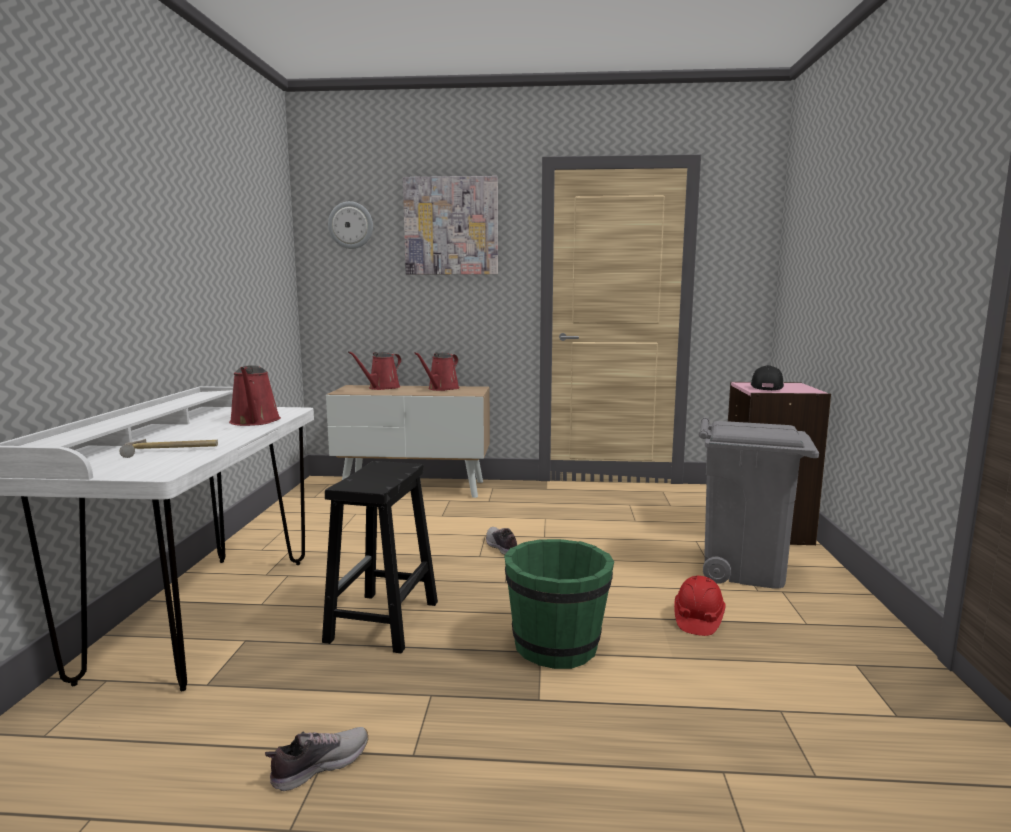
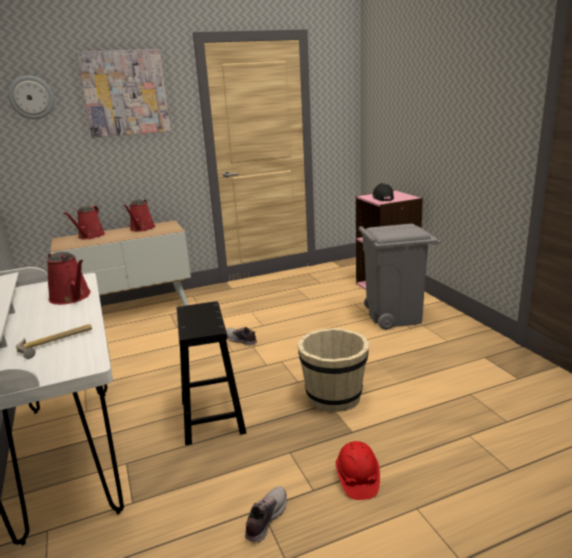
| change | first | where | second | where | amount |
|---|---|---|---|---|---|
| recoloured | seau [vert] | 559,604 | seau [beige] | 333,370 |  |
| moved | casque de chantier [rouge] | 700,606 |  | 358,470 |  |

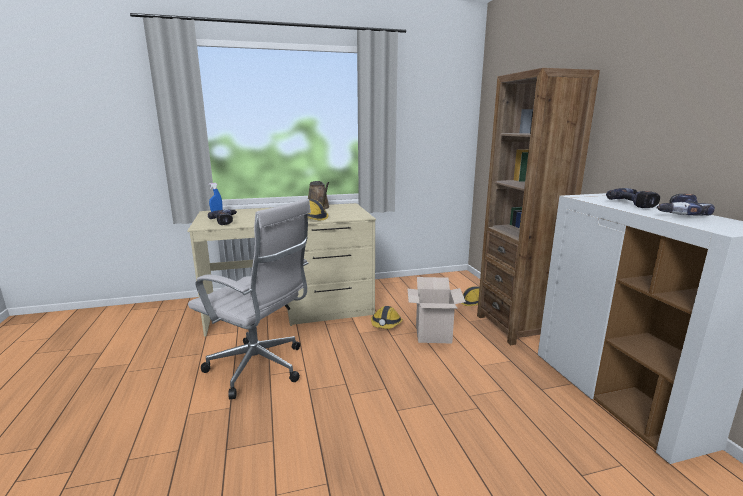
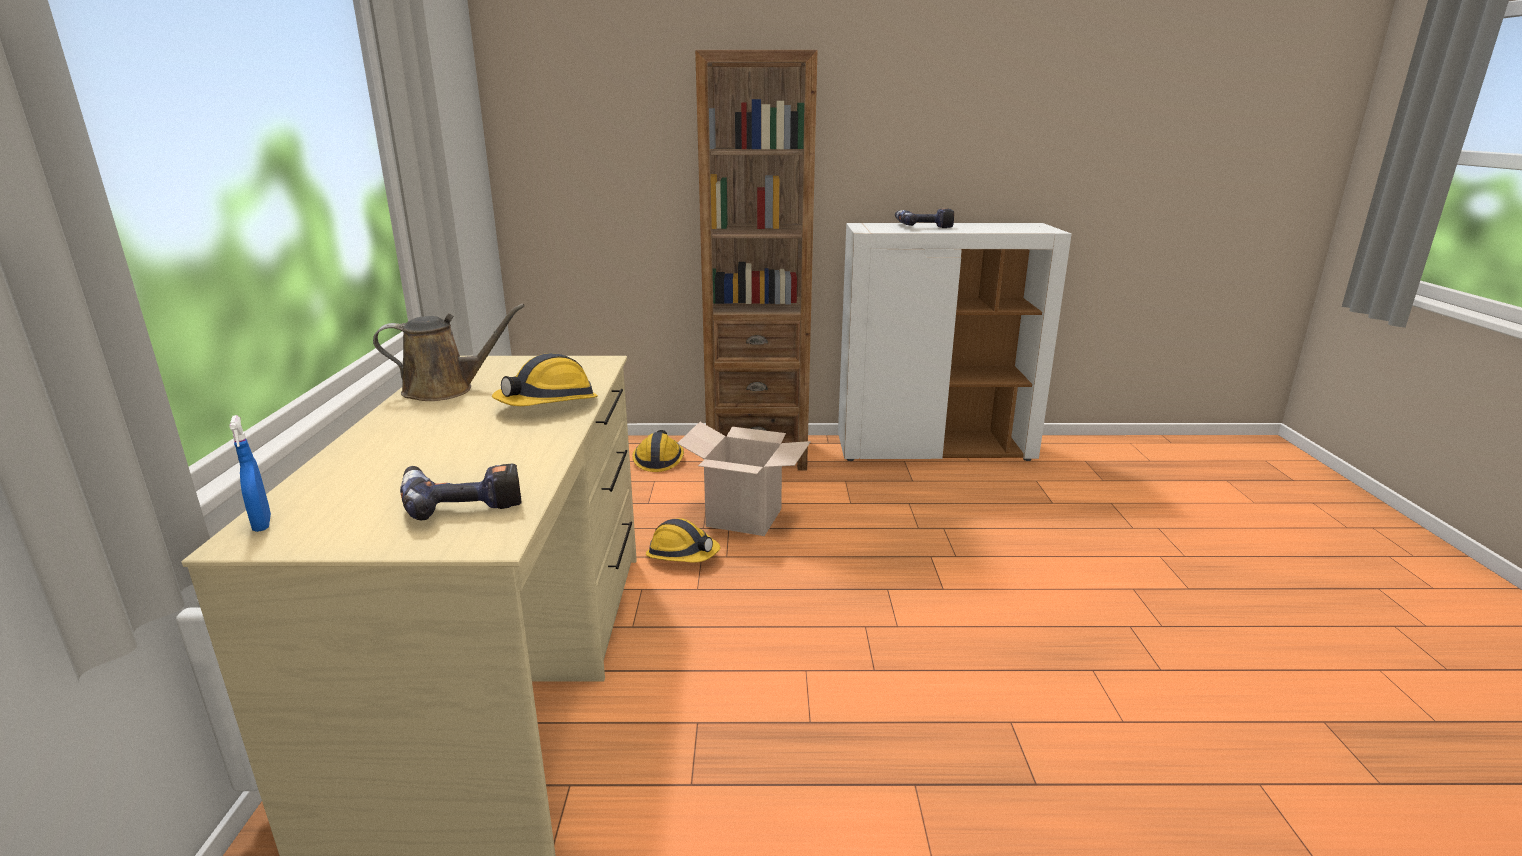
| change | first | where | second | where | amount |
|---|---|---|---|---|---|
| removed | chaise de bureau [blanc] | 249,298 |  |  |  |
| removed | perceuse | 686,205 |  |  |  |

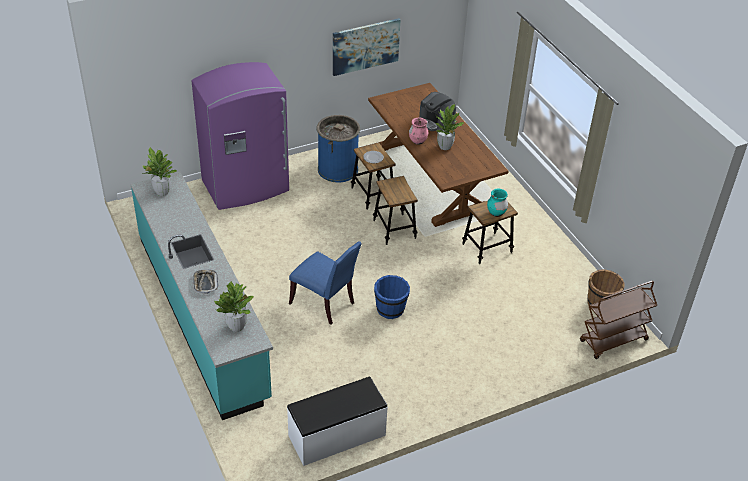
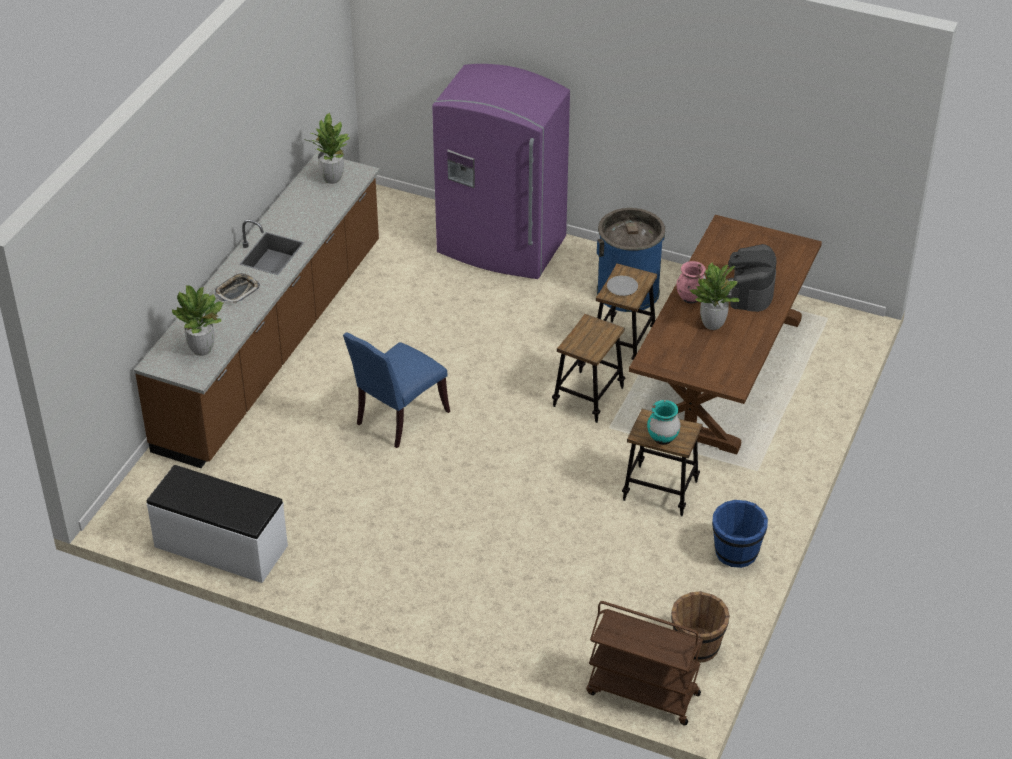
| change | first | where | second | where | amount |
|---|---|---|---|---|---|
| recoloured | comptoir de cuisine [turquoise] | 202,296 | comptoir de cuisine [marron] | 257,310 |  |
| turned | chaise [bleu] | 325,282 |  | 396,390 | 45 degrees clockwise |
| removed | tableau | 366,47 |  |  |  |
| moved | seau [bleu] | 392,297 |  | 740,534 |  |

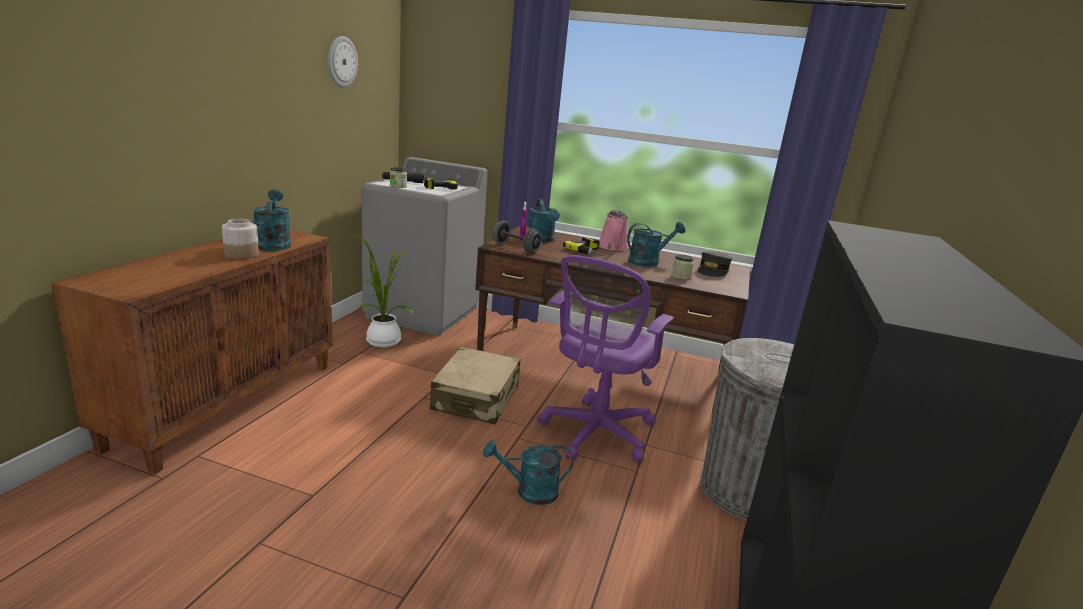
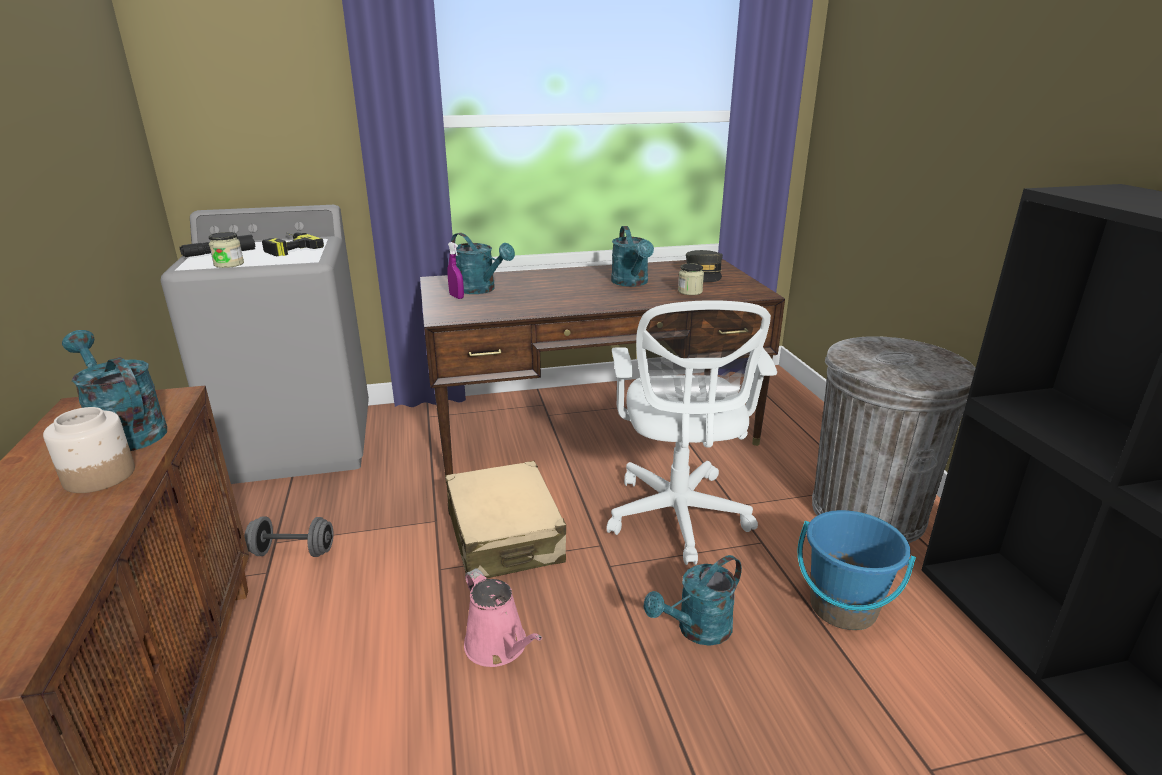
| change | first | where | second | where | amount |
|---|---|---|---|---|---|
| removed | horloge murale | 343,61 |  |  |  |
| removed | plante en pot | 382,290 |  |  |  |
| moved | haltère [gris] | 517,237 |  | 288,536 |  |
| recoloured | chaise de bureau [violet] | 605,358 | chaise de bureau [blanc] | 691,432 |  |
| removed | perceuse | 583,246 |  |  |  |
| moved | arrosoir [rose] | 614,230 |  | 503,617 |  |
| turned | arrosoir [turquoise] | 656,244 |  | 632,256 | 135 degrees clockwise |
| added |  |  | seau [bleu] | 857,570 |  |

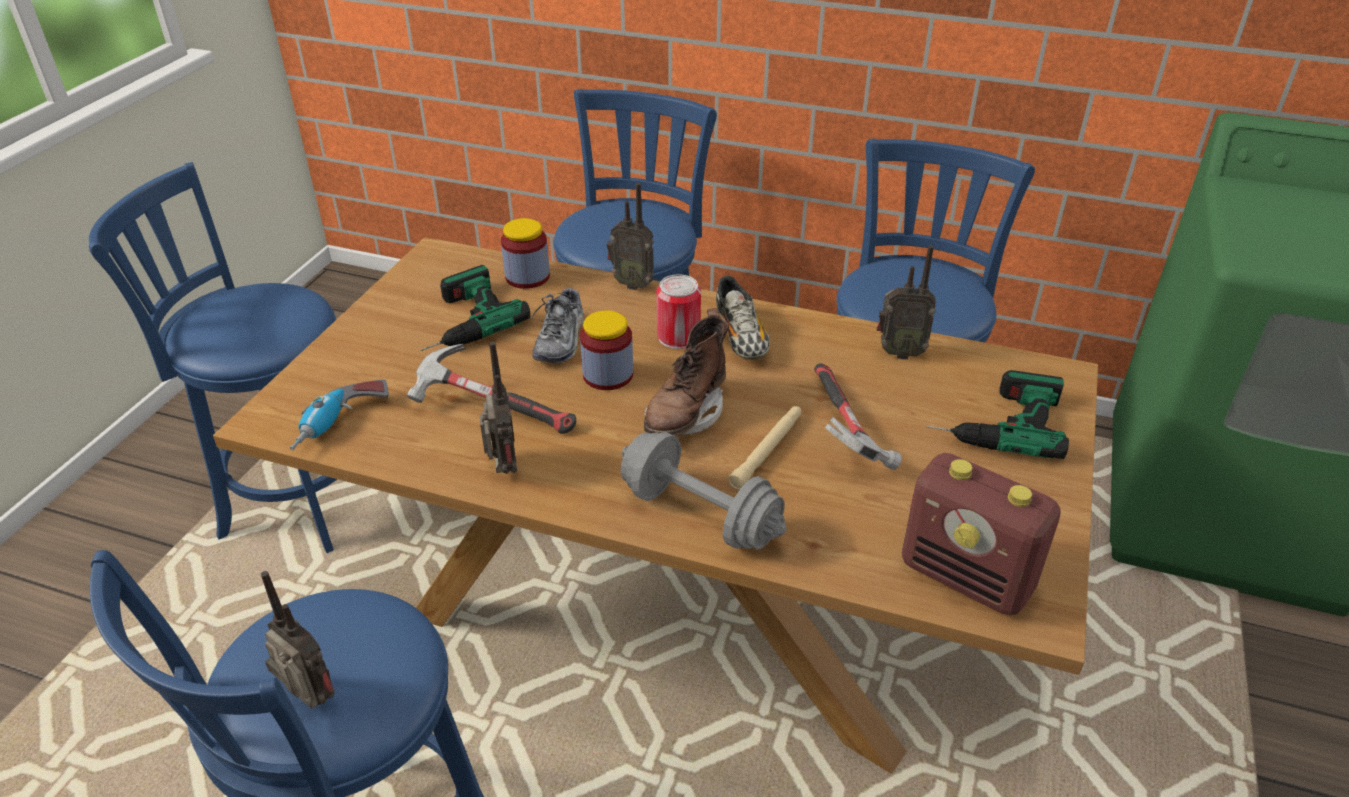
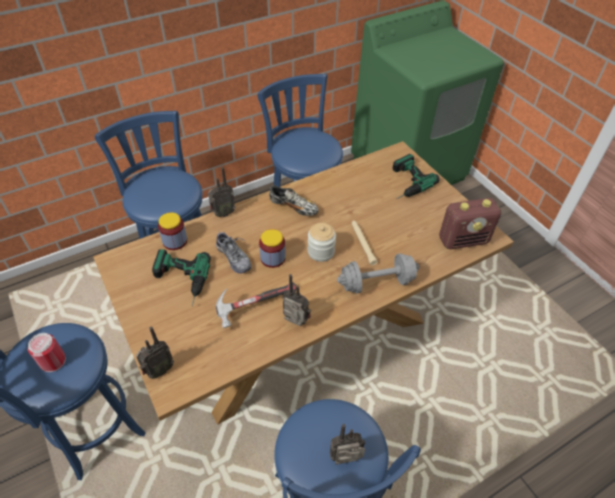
| change | first | where | second | where | amount |
|---|---|---|---|---|---|
| removed | perceuse | 339,414 |  |  |  |
| replaced | botte [marron] | 686,372 | bocal | 322,242 |  |
| moved | boîte métallique | 678,311 |  | 47,352 |  |
| removed | marteau | 858,417 |  |  |  |
| moved | radio | 906,302 |  | 155,353 |  |

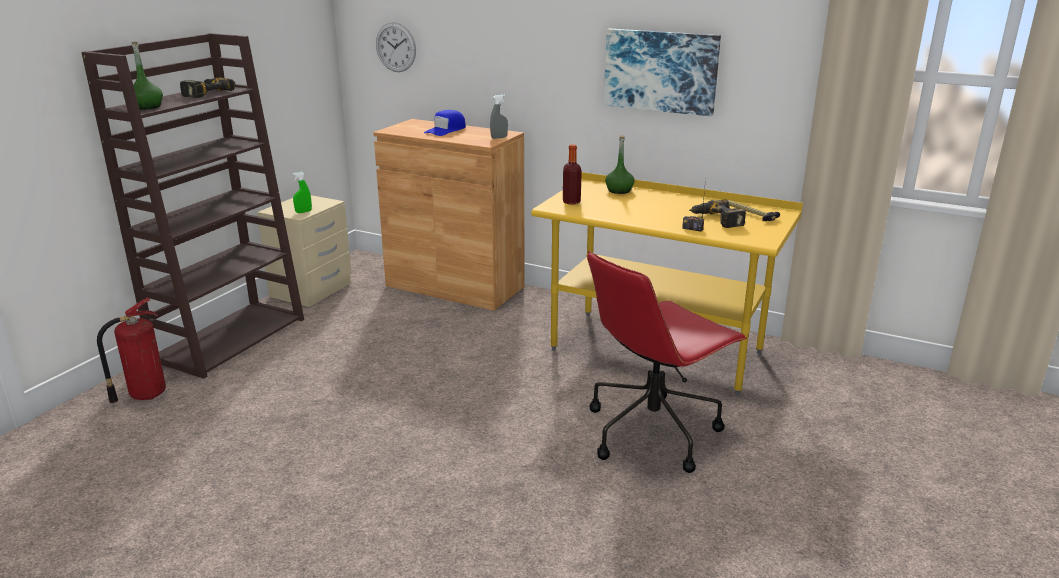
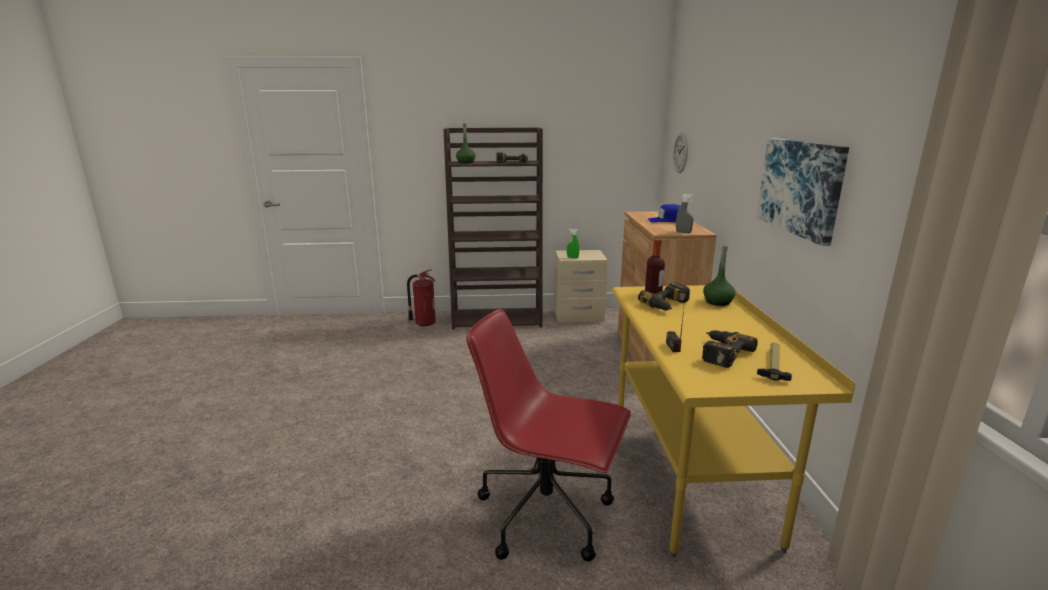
| change | first | where | second | where | amount |
|---|---|---|---|---|---|
| added |  |  | perceuse | 664,296 |  |

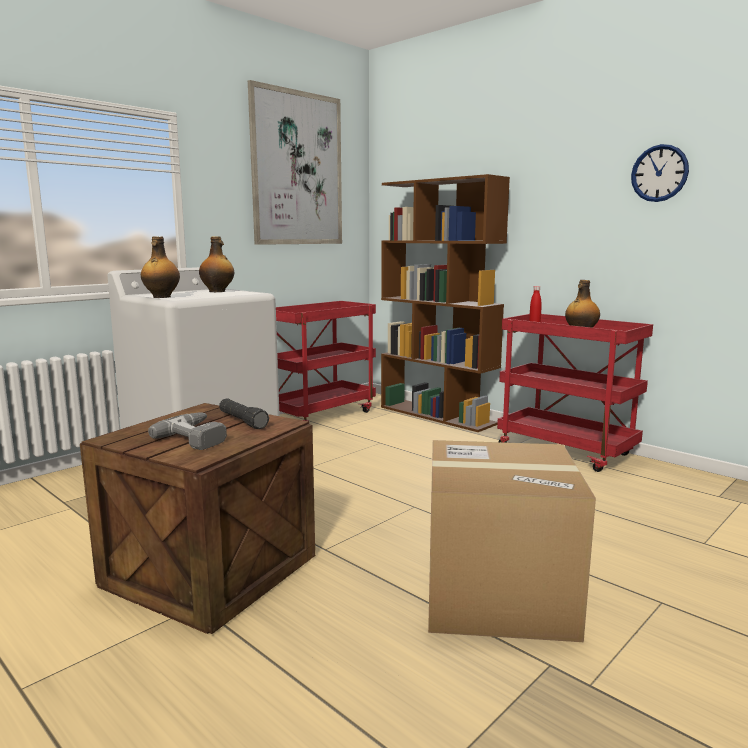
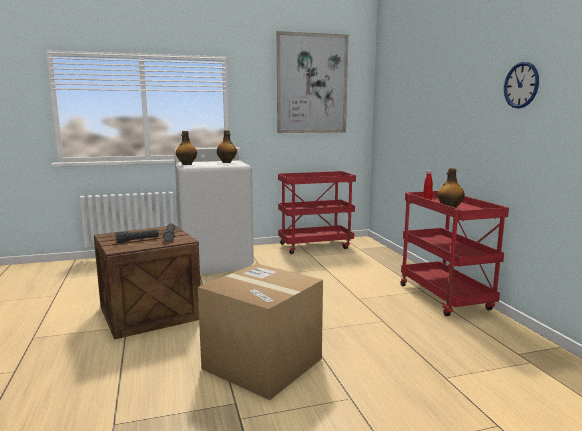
| change | first | where | second | where | amount |
|---|---|---|---|---|---|
| replaced | perceuse | 187,431 | lampe de poche [noir] | 137,236 |  |
| removed | bibliothèque [marron] | 445,303 |  |  |  |

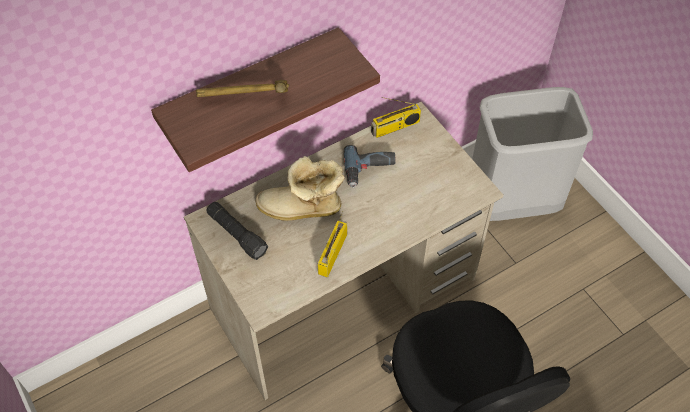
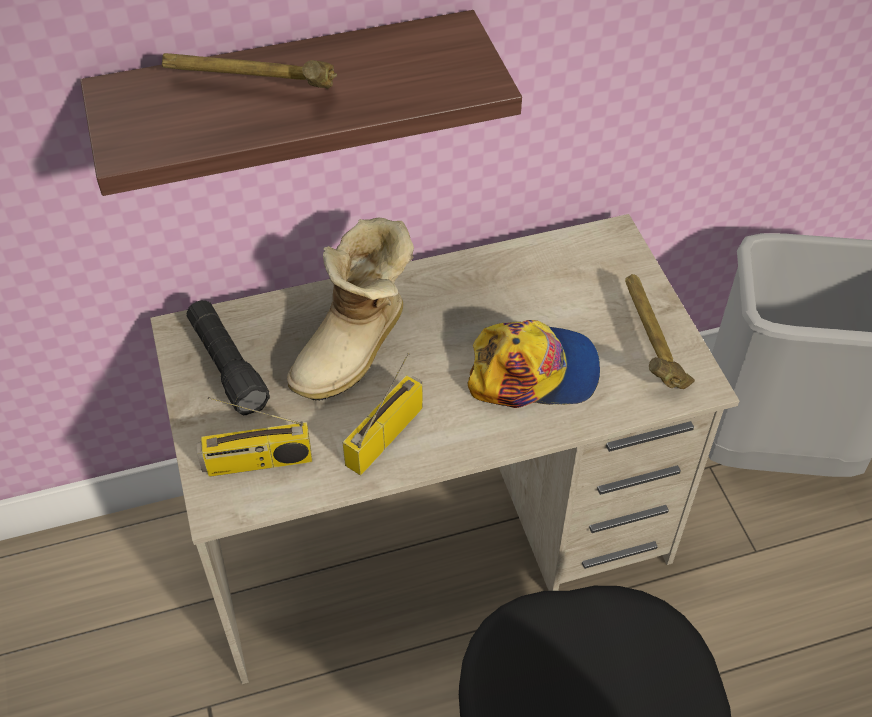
| change | first | where | second | where | amount |
|---|---|---|---|---|---|
| turned | botte | 300,188 |  | 350,309 | 75 degrees counterclockwise |
| removed | perceuse | 370,166 |  |  |  |
| moved | radio | 396,117 |  | 254,437 |  |
| added |  |  | casquette | 533,364 |  |
| added |  |  | marteau | 660,331 |  |

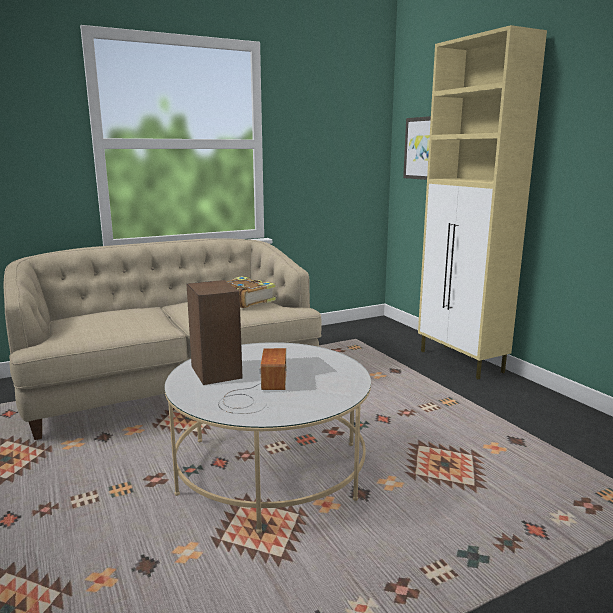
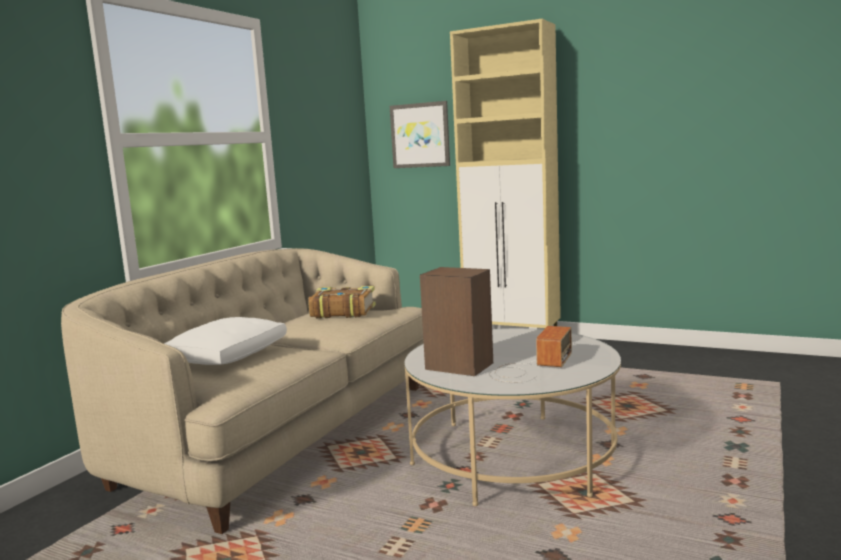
| change | first | where | second | where | amount |
|---|---|---|---|---|---|
| turned | radio | 252,381 |  | 530,354 | 60 degrees clockwise |
| added |  |  | coussin [blanc] | 225,341 |  |

